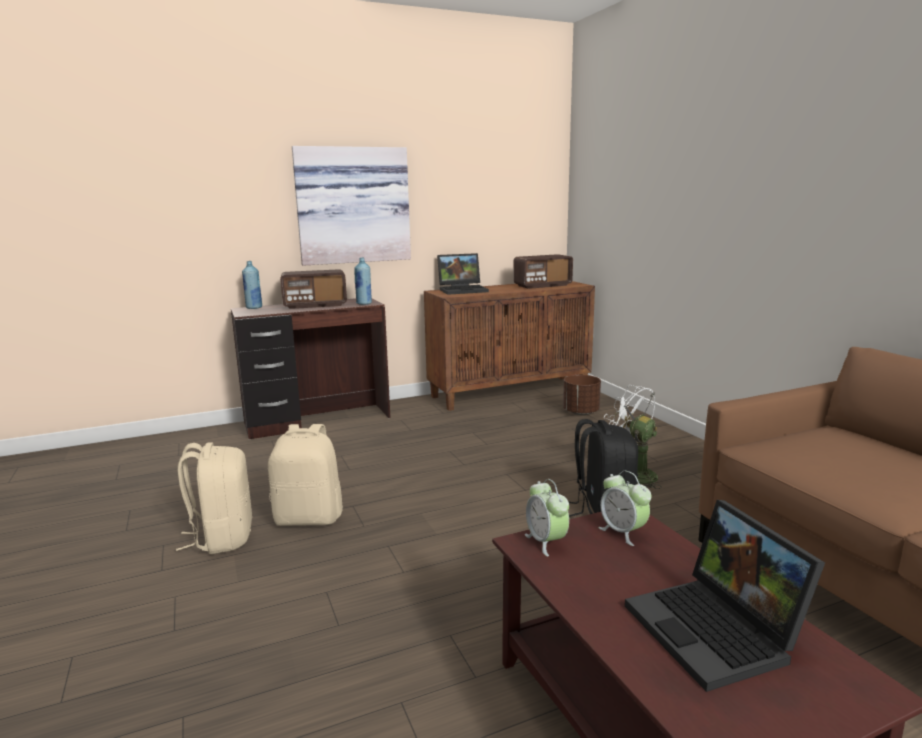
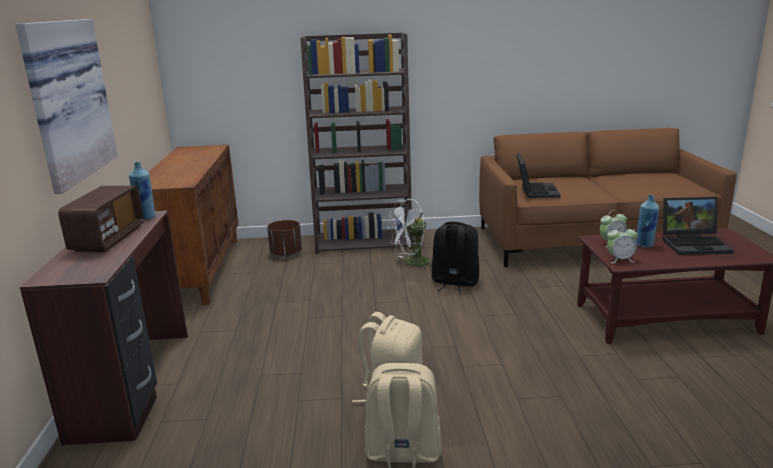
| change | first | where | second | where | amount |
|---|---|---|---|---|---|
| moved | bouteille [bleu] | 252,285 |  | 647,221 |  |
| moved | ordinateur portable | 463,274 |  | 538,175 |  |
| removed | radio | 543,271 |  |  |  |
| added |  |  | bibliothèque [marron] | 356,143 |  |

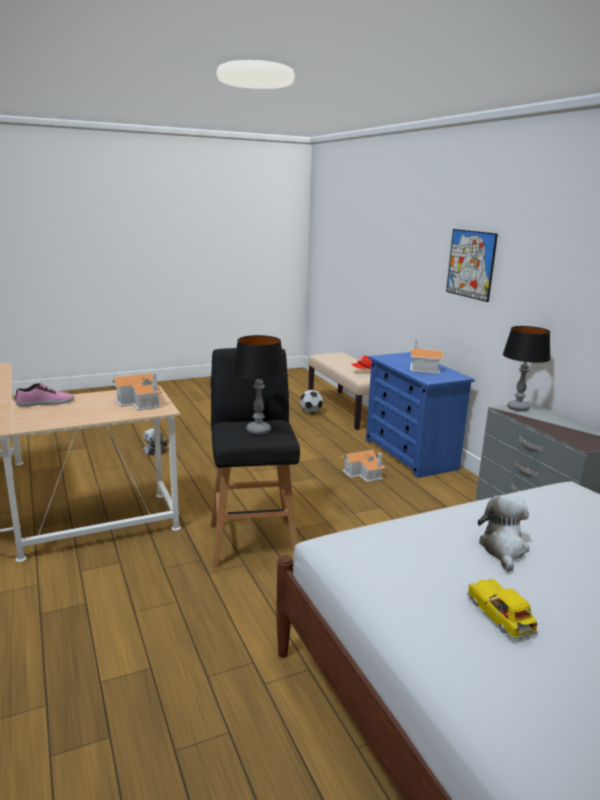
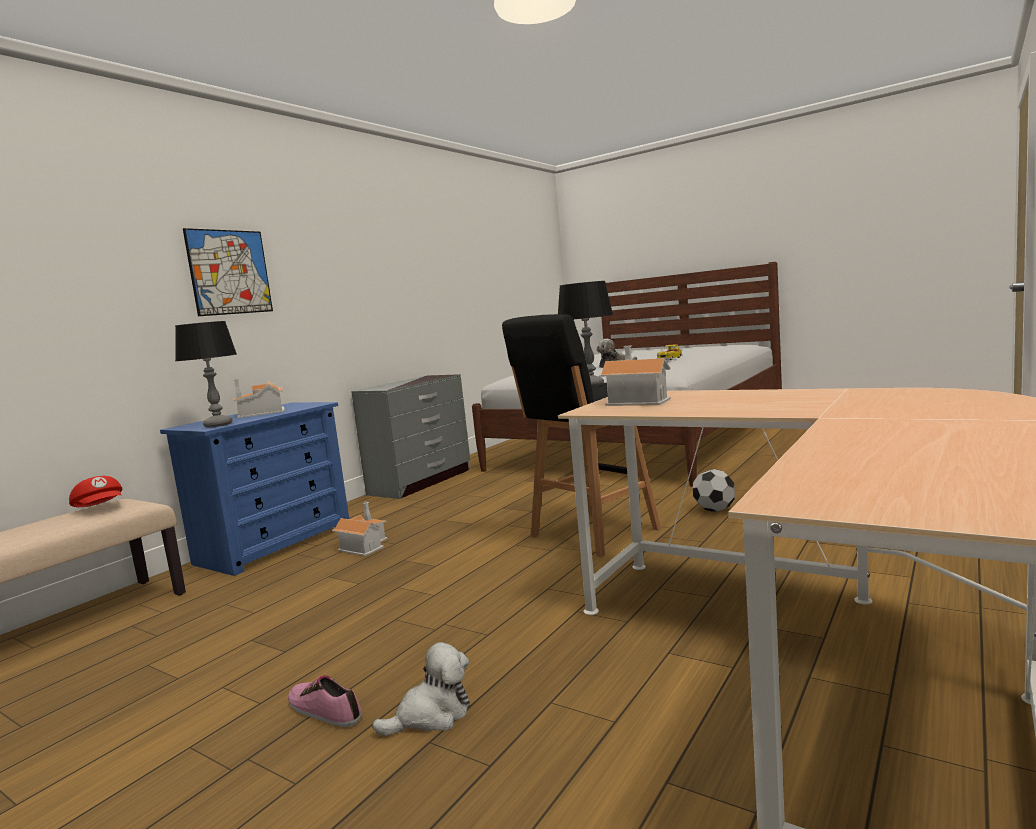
| change | first | where | second | where | amount |
|---|---|---|---|---|---|
| moved | chaussure | 45,395 |  | 325,701 |  |
| moved | ballon de foot | 311,401 |  | 714,490 |  |
| moved | lampe de table | 526,368 |  | 206,374 |  |

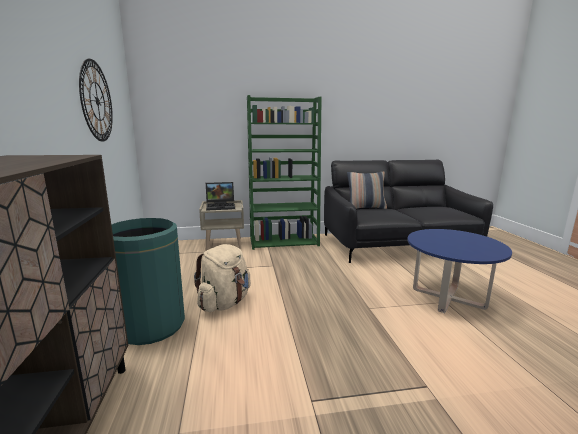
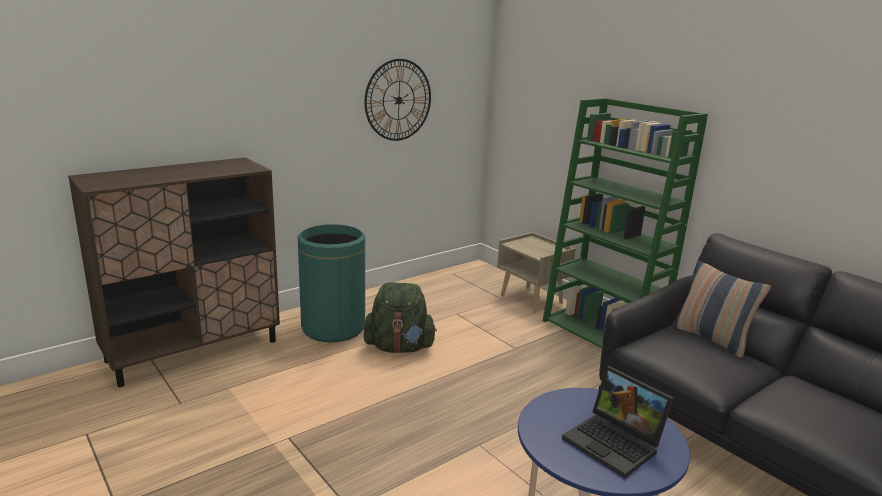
| change | first | where | second | where | amount |
|---|---|---|---|---|---|
| recoloured | sac à dos [beige] | 222,278 | sac à dos [vert] | 400,317 |  |
| moved | ordinateur portable | 220,196 |  | 618,422 |  |

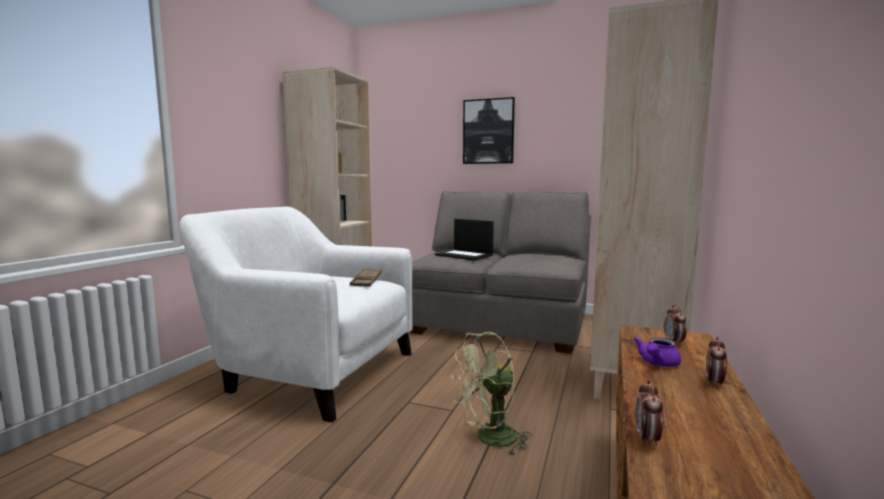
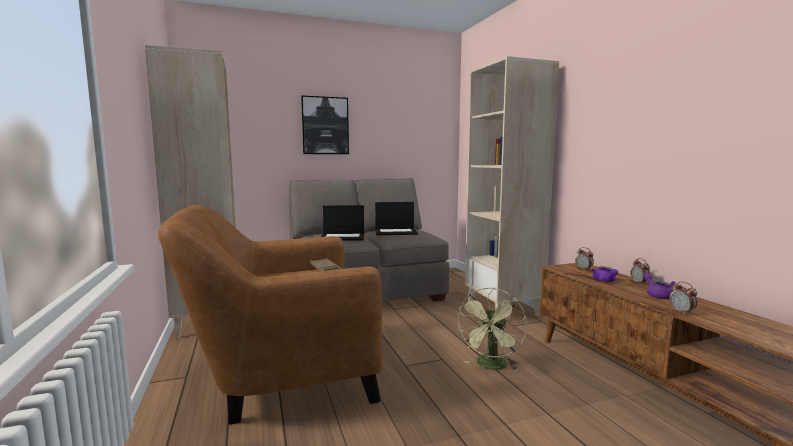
| change | first | where | second | where | amount |
|---|---|---|---|---|---|
| recoloured | fauteuil [blanc] | 296,314 | fauteuil [marron] | 270,315 |  |
| added |  |  | ordinateur portable | 396,218 |  |
| added |  |  | théière [violet] | 659,286 |  |

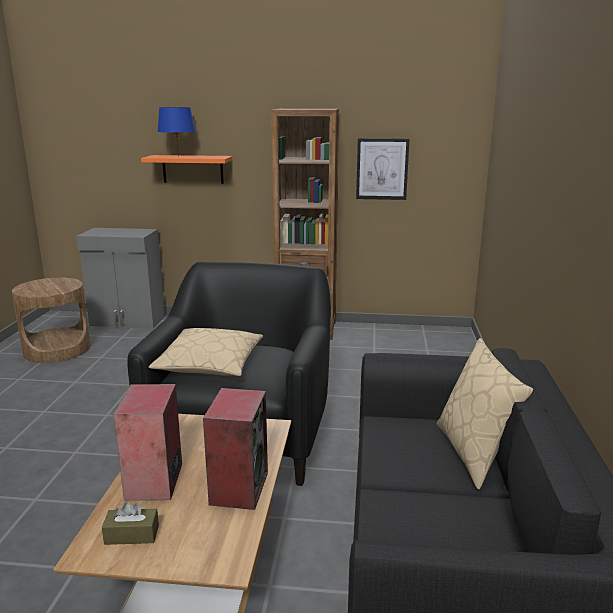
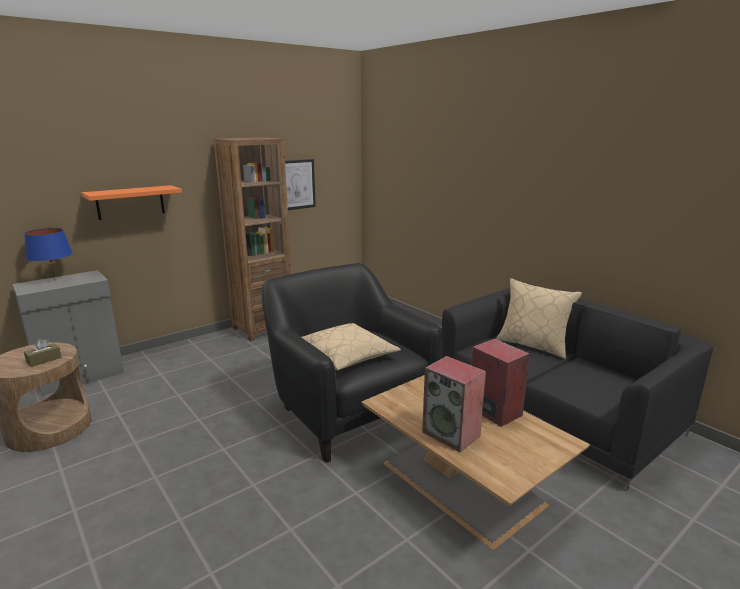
| change | first | where | second | where | amount |
|---|---|---|---|---|---|
| moved | boîte à mouchoirs [marron] | 130,523 |  | 43,353 |  |
| moved | lampe de table [bleu] | 176,132 |  | 48,254 |  |

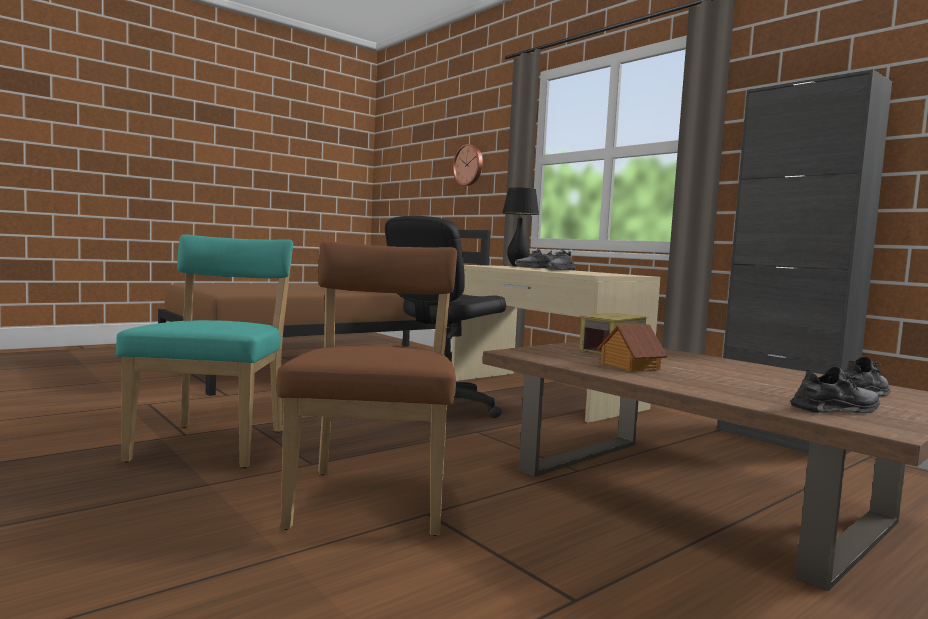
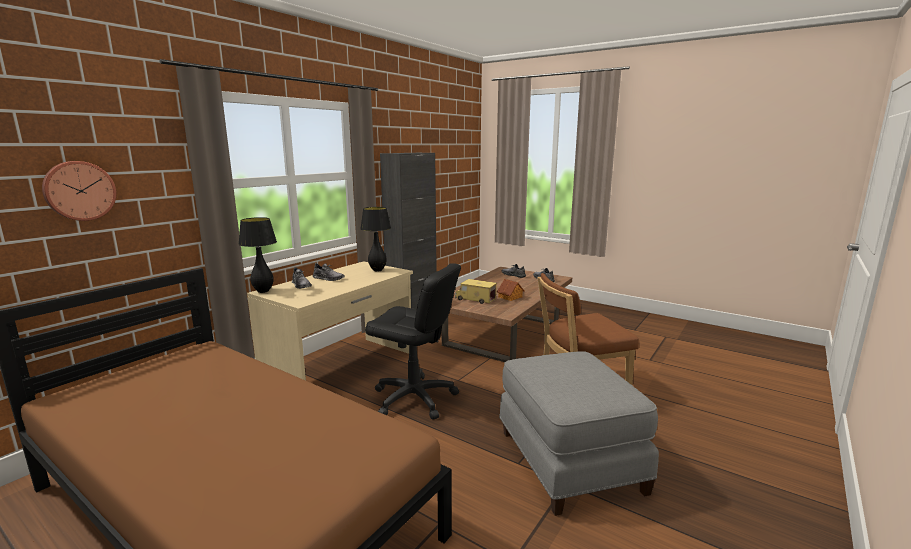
| change | first | where | second | where | amount |
|---|---|---|---|---|---|
| replaced | chaise [turquoise] | 204,351 | pouf [gris] | 579,433 |  |
| added |  |  | lampe de table [noir] | 375,239 |  |

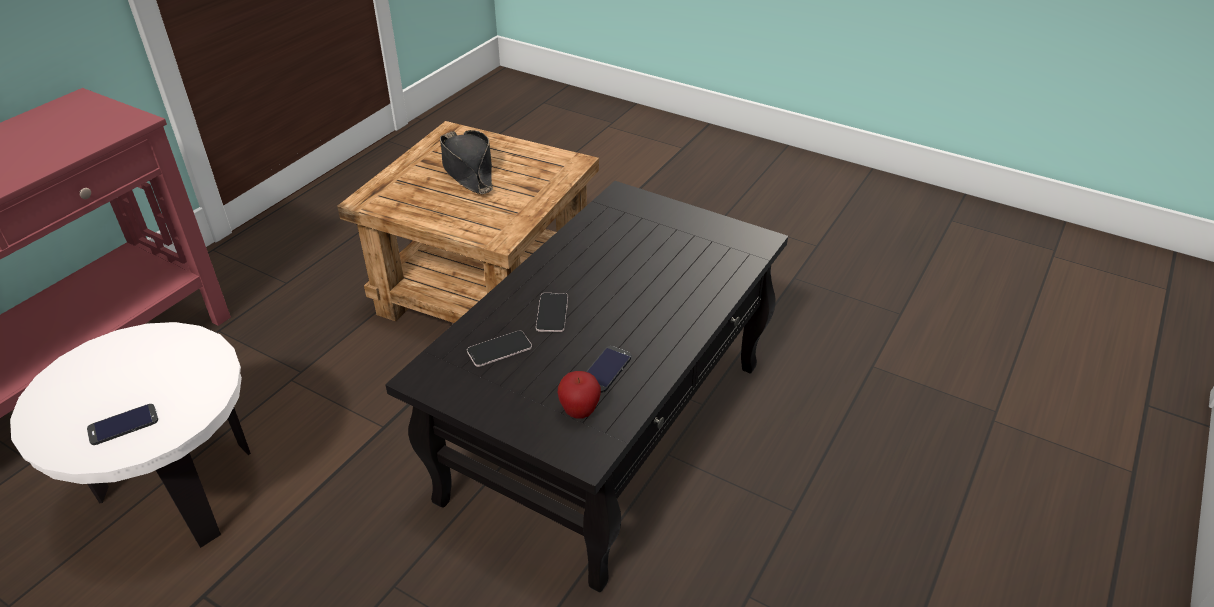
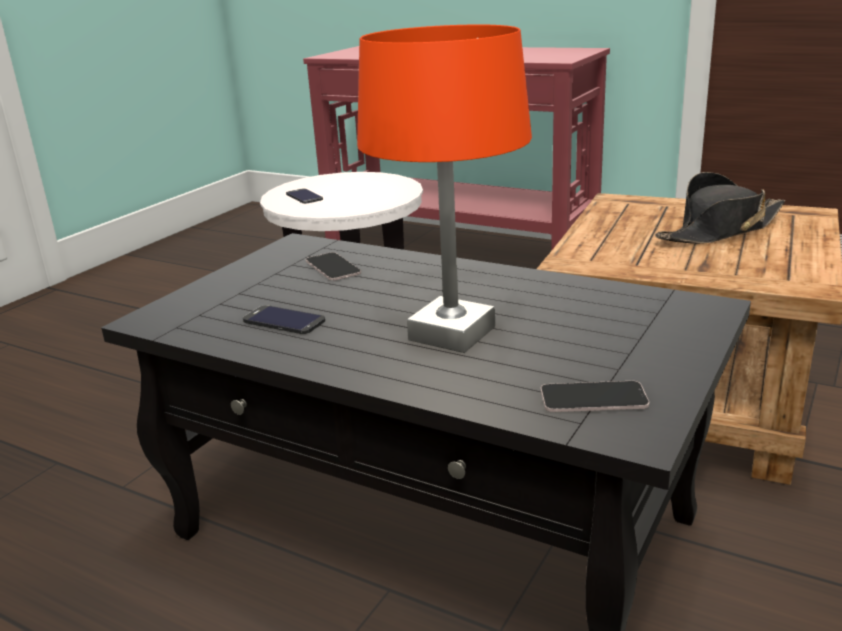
| change | first | where | second | where | amount |
|---|---|---|---|---|---|
| moved | téléphone | 552,312 |  | 595,396 |  |
| removed | pomme | 579,395 |  |  |  |
| added |  |  | lampe de table [orange] | 444,188 |  |

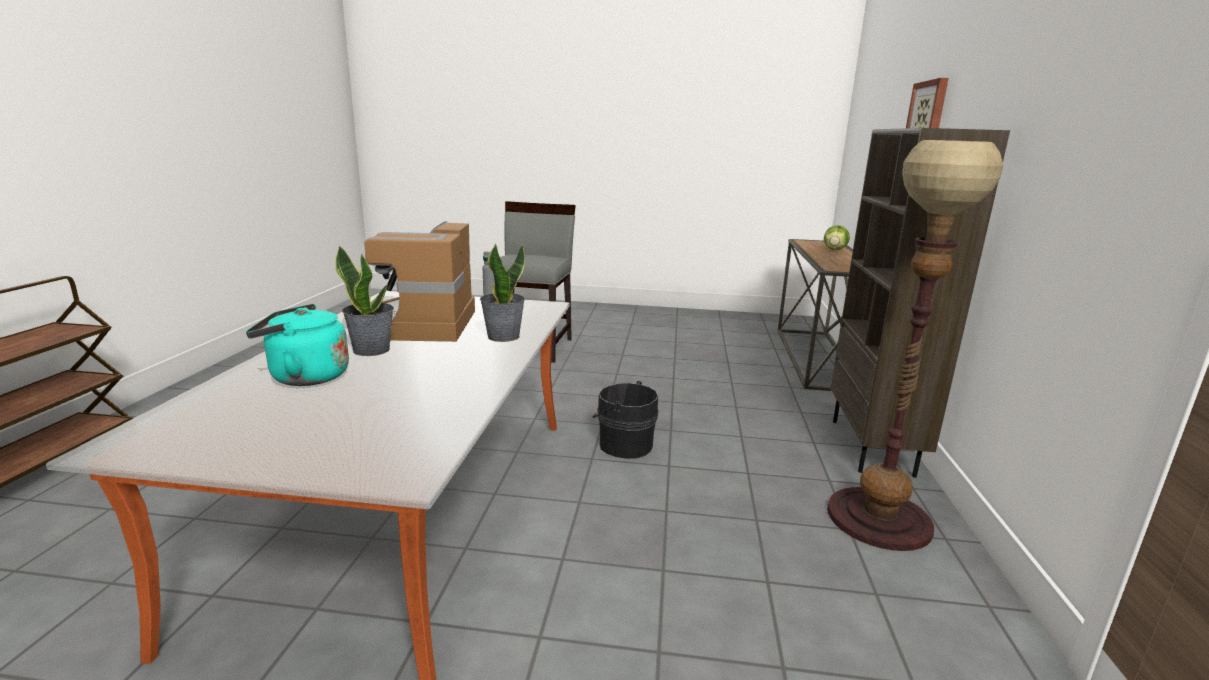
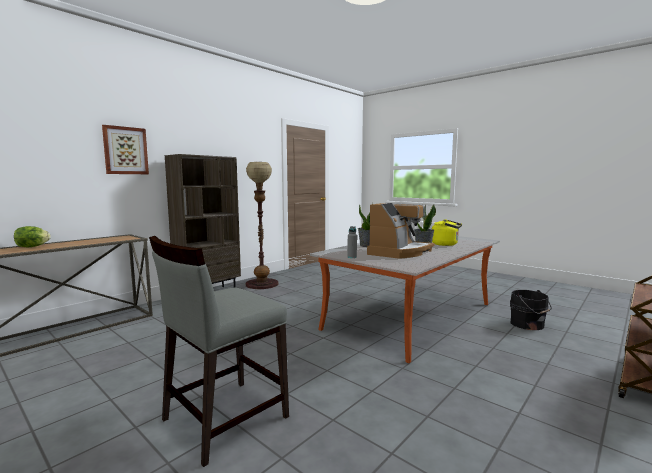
| change | first | where | second | where | amount |
|---|---|---|---|---|---|
| recoloured | bouilloire [turquoise] | 297,345 | bouilloire [jaune] | 447,232 |  |
| moved | seau [noir] | 626,420 |  | 531,310 |  |

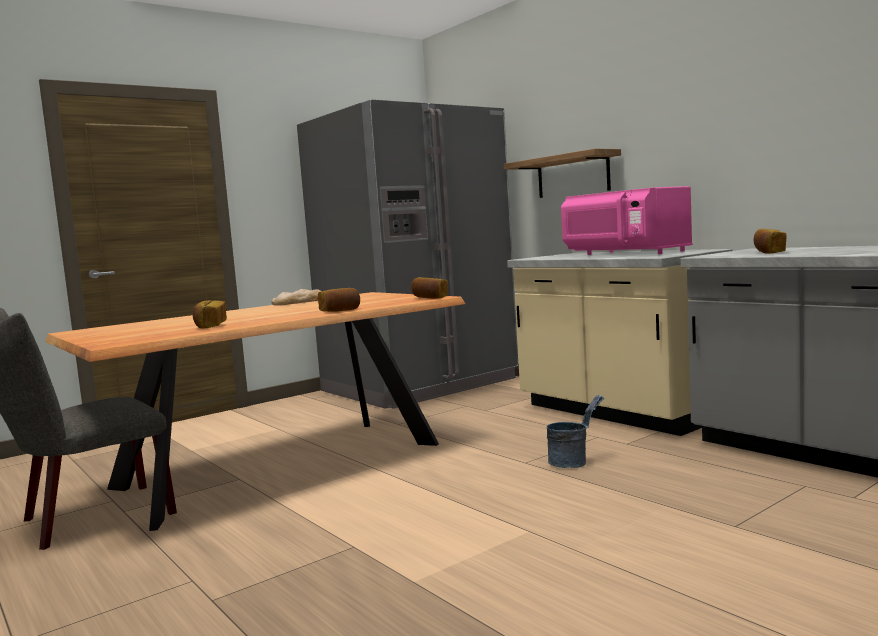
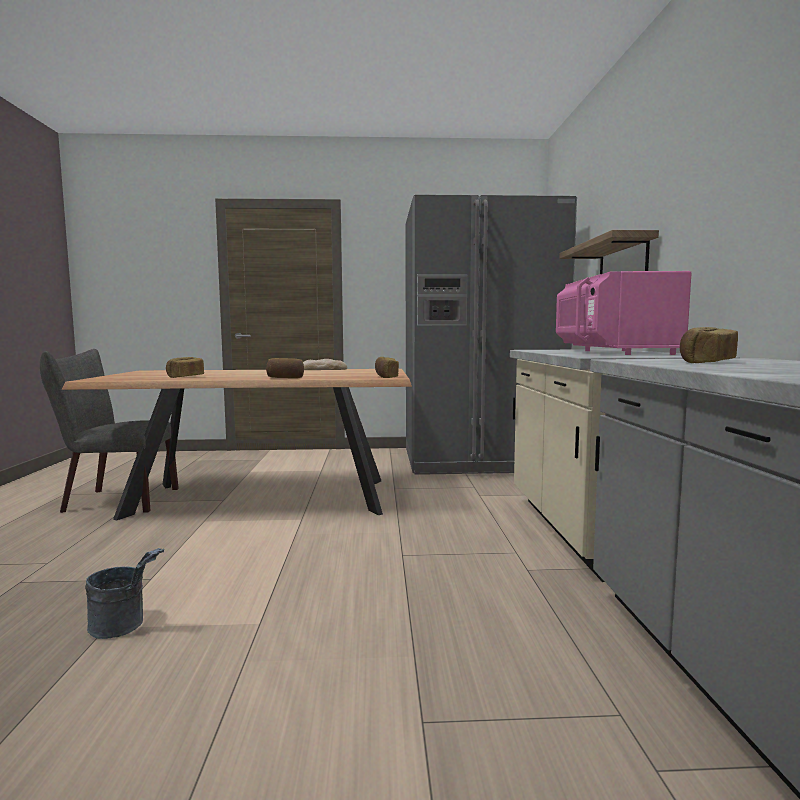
| change | first | where | second | where | amount |
|---|---|---|---|---|---|
| moved | seau [gris] | 575,431 |  | 124,593 |  |

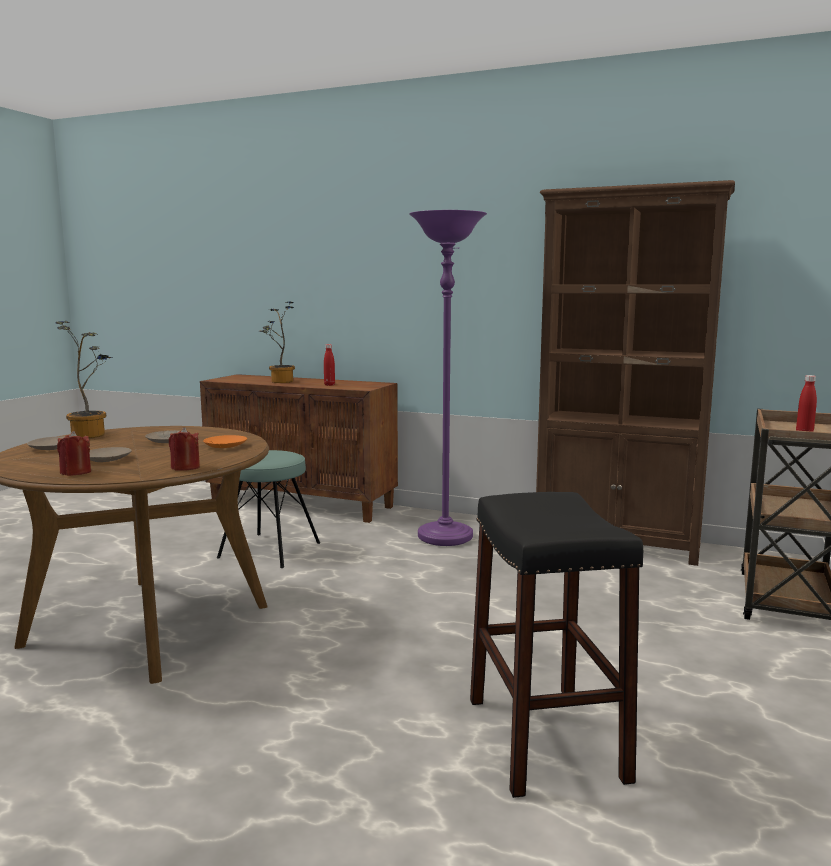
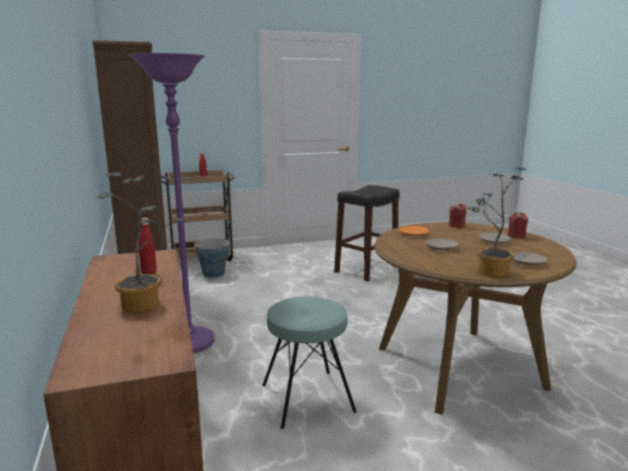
| change | first | where | second | where | amount |
|---|---|---|---|---|---|
| added |  |  | seau | 212,258 |  |

